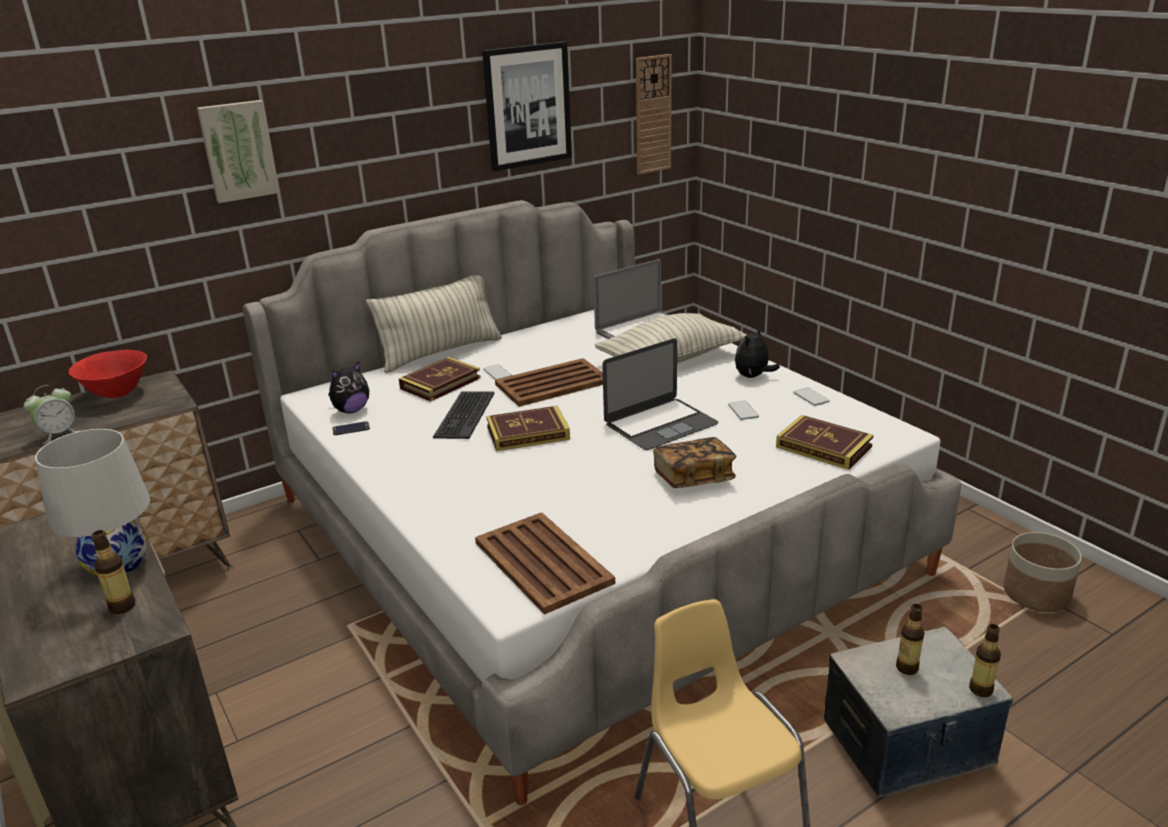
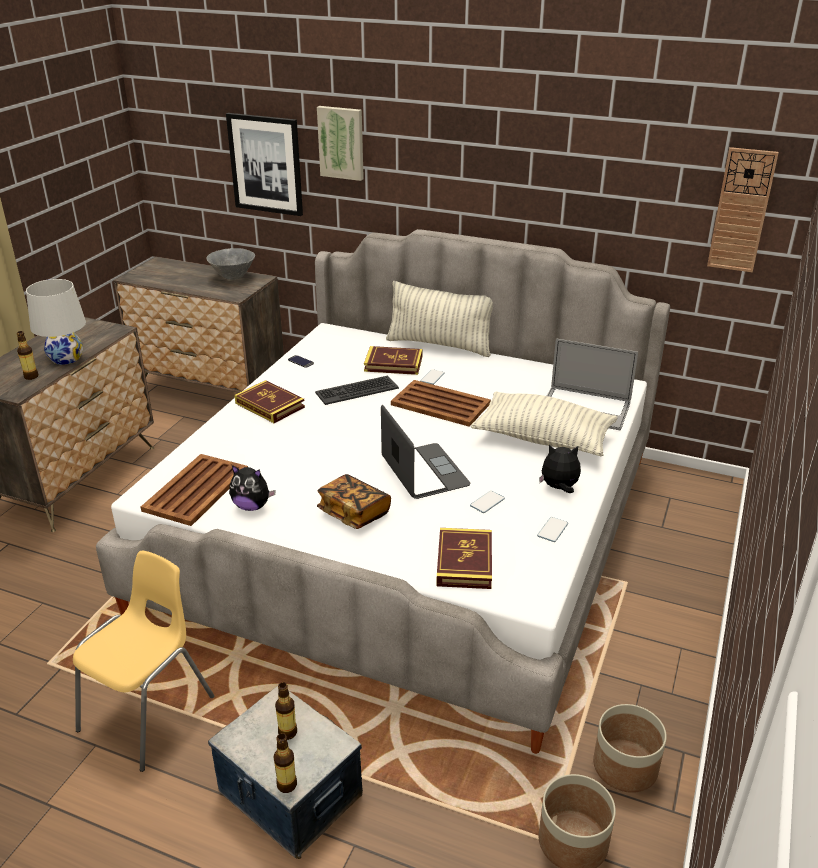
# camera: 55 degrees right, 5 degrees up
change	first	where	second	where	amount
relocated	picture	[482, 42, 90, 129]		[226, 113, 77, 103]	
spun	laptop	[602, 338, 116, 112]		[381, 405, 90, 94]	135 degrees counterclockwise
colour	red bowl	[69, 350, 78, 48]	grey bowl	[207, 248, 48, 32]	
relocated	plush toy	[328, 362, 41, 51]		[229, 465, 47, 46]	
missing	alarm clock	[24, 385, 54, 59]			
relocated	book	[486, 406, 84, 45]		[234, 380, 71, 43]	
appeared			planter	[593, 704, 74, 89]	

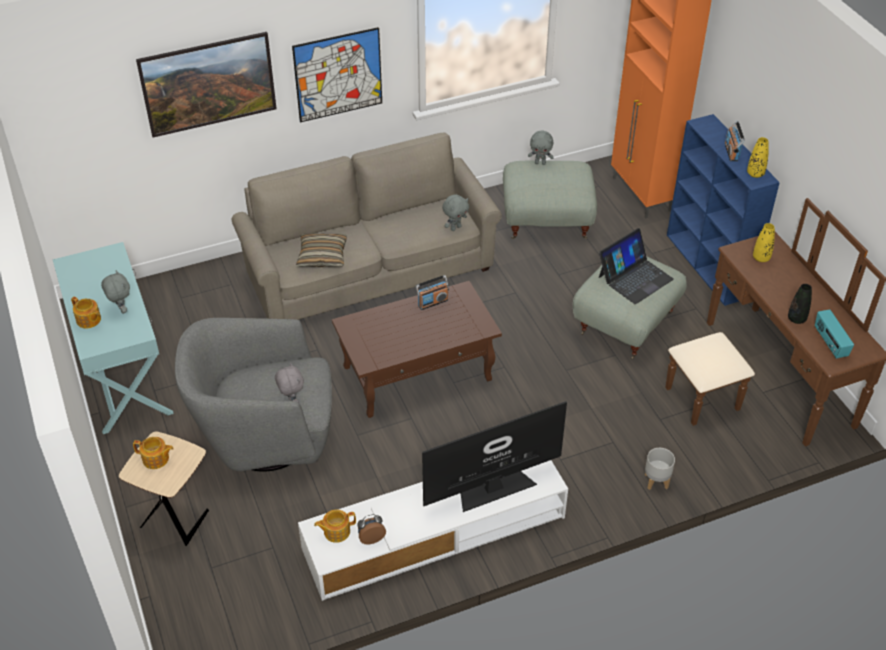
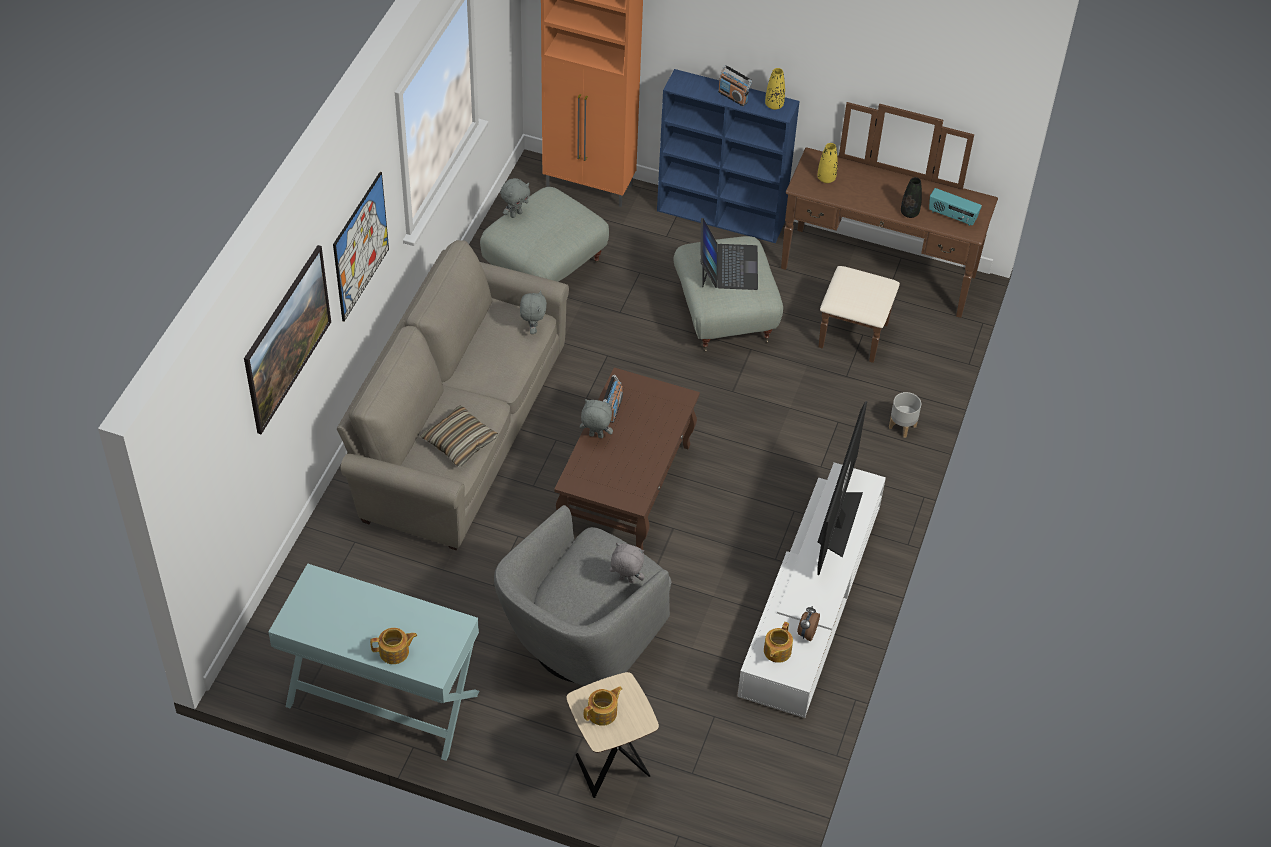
# camera: 50 degrees left, 5 degrees up
change	first	where	second	where	amount
relocated	grey plush toy	[101, 270, 29, 44]		[580, 399, 33, 39]	

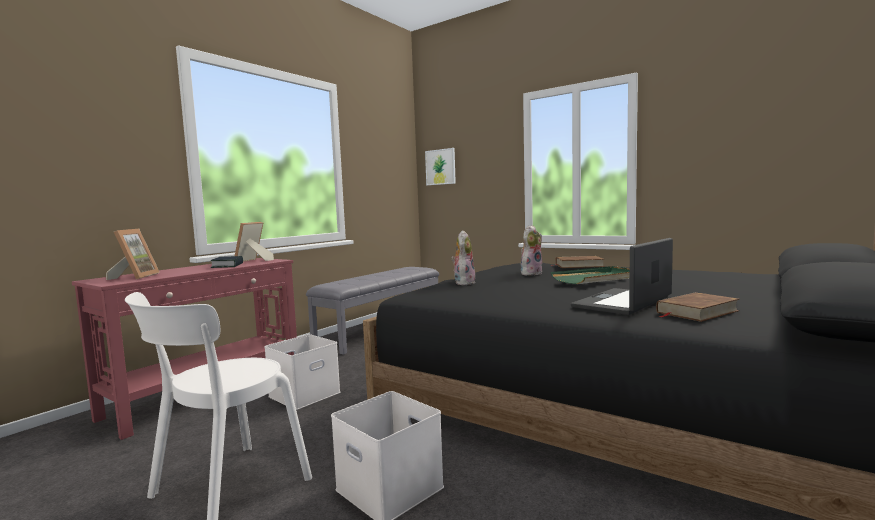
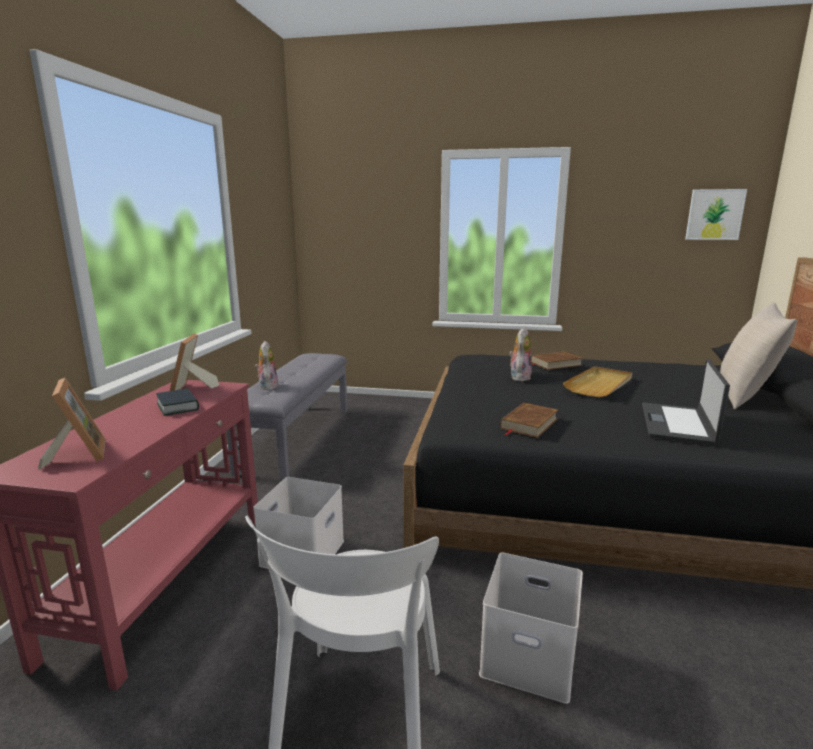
# camera: 25 degrees left, 10 degrees up
change	first	where	second	where	amount
relocated	picture	[425, 148, 31, 37]		[685, 189, 62, 51]	
relocated	plush toy	[451, 230, 24, 55]		[255, 341, 23, 49]	
colour	green tray	[551, 266, 79, 18]	beige tray	[563, 366, 69, 31]	
relocated	brown book	[656, 292, 83, 30]		[500, 403, 58, 35]	
appeared			beige pillow	[720, 303, 77, 107]	

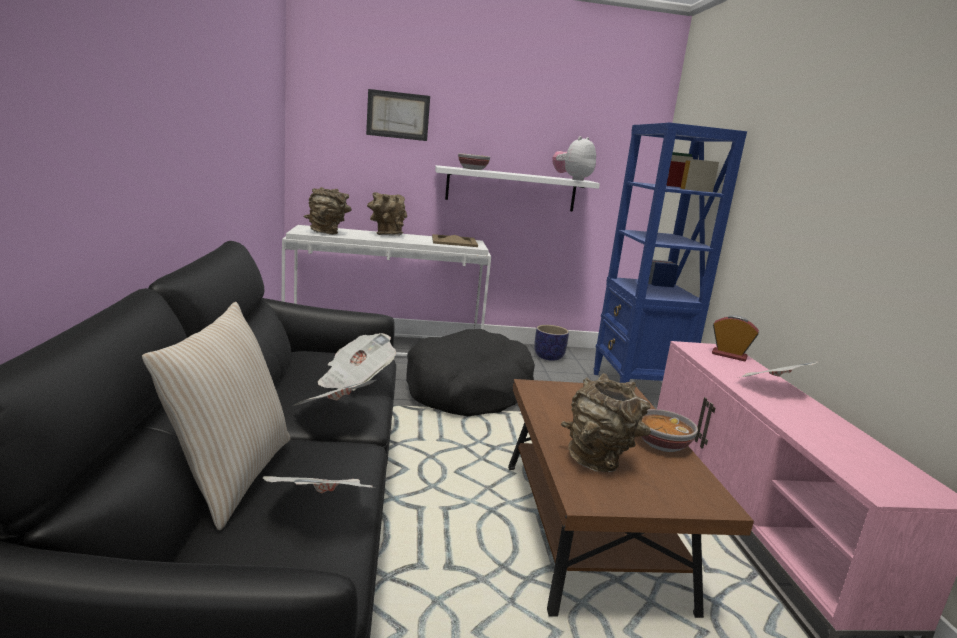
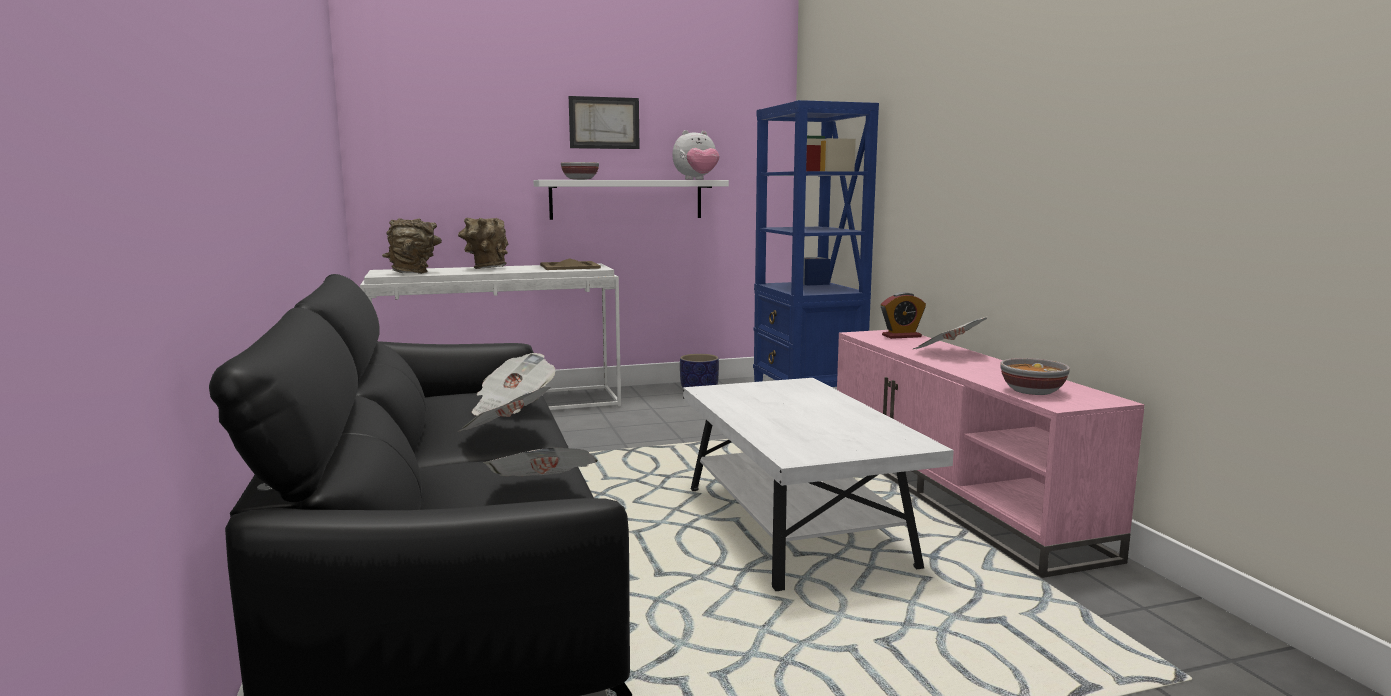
# camera: 10 degrees left, 5 degrees down
change	first	where	second	where	amount
relocated	picture	[366, 89, 64, 52]		[569, 96, 71, 53]	
spun	plush toy	[552, 136, 44, 45]		[672, 130, 48, 50]	135 degrees counterclockwise
missing	beige pillow	[142, 302, 148, 228]			
spun	alarm clock	[712, 315, 47, 46]		[881, 292, 45, 47]	150 degrees clockwise
missing	black dog bed	[406, 329, 129, 87]			
missing	brown vase	[561, 373, 90, 99]			
colour	brown coffee table	[508, 379, 246, 239]	white coffee table	[683, 378, 271, 213]	
relocated	bowl	[641, 409, 57, 43]		[1000, 358, 70, 37]	

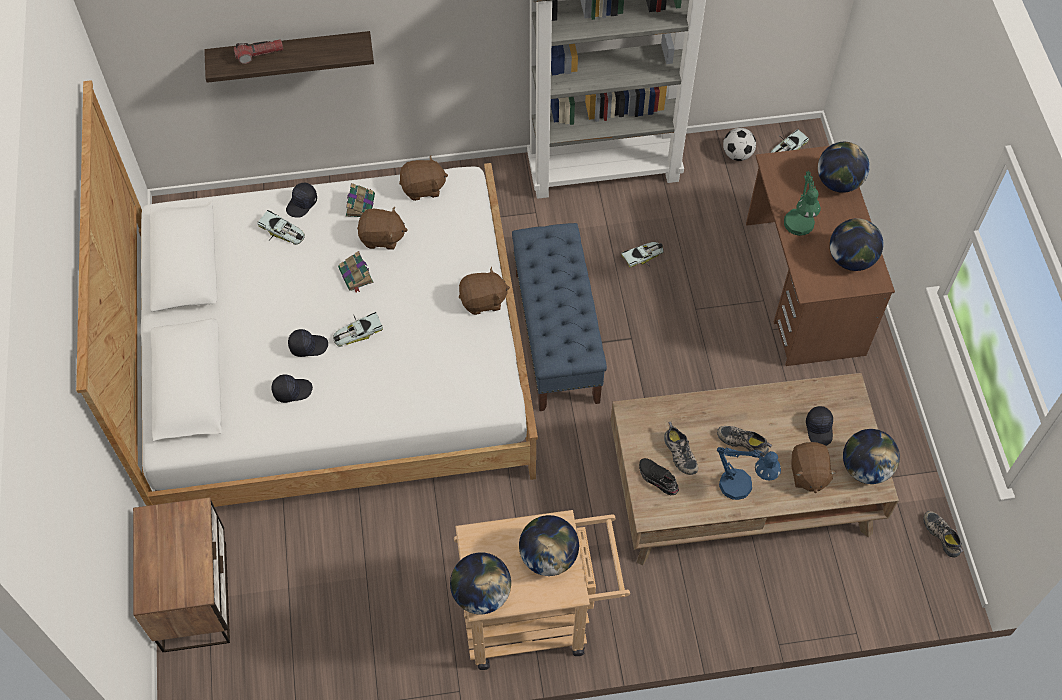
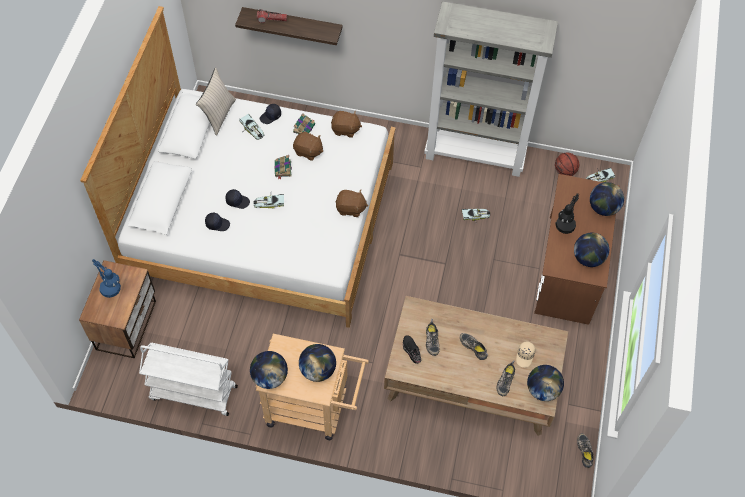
# camera: 20 degrees right, 0 degrees up
change	first	where	second	where	amount
exchanged	football	[723, 128, 33, 33]	basketball	[555, 153, 24, 23]	
colour	green table lamp	[784, 170, 37, 66]	black table lamp	[555, 193, 24, 41]	
missing	blue bench	[512, 223, 95, 188]			
colour	black cap	[806, 406, 27, 40]	beige cap	[516, 341, 19, 27]	
exchanged	brown plush toy	[791, 442, 46, 51]	shoe	[497, 360, 18, 36]	
relocated	blue table lamp	[717, 447, 64, 53]		[92, 259, 29, 39]	
appeared			beige pillow	[196, 67, 40, 69]	
appeared			white cart	[139, 342, 99, 74]	

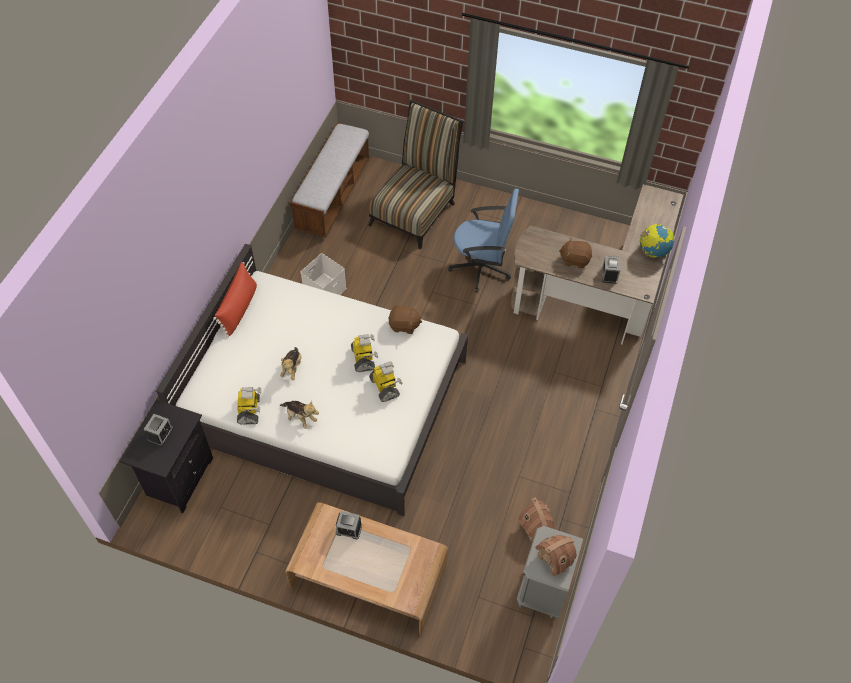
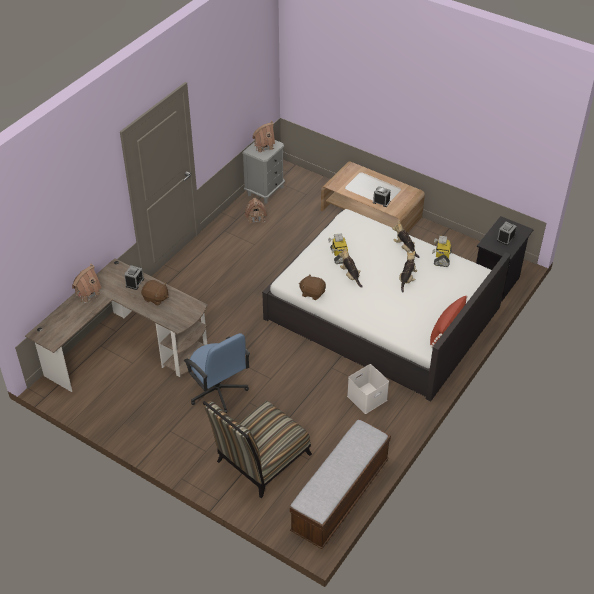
# camera: 165 degrees left, 10 degrees down
change	first	where	second	where	amount
spun	blue office chair	[448, 188, 71, 104]		[184, 333, 66, 80]	150 degrees counterclockwise
exchanged	globe	[640, 224, 35, 34]	toy house	[72, 264, 29, 39]	
exchanged	toy robot	[351, 334, 27, 38]	plush toy	[339, 248, 24, 40]	

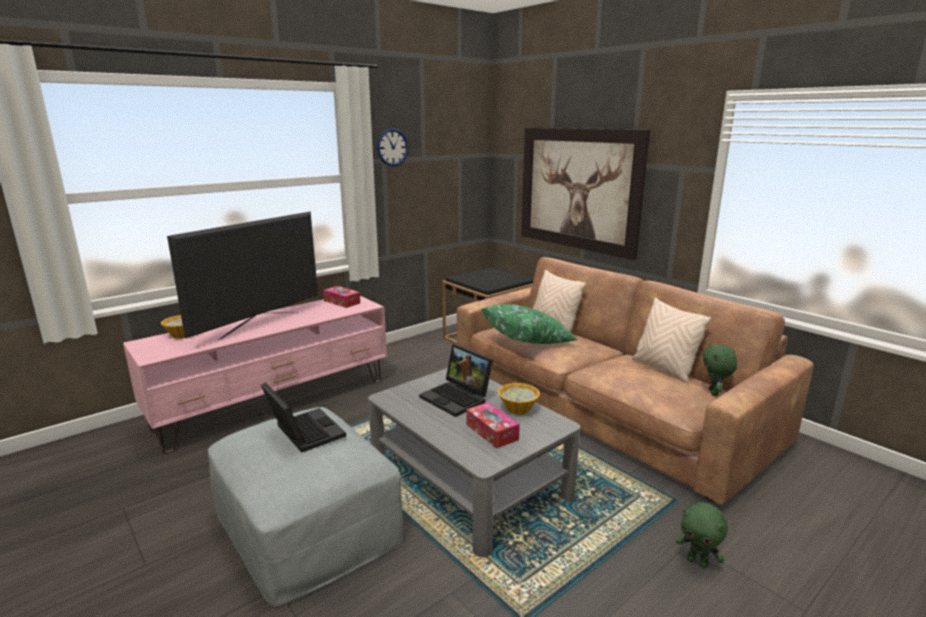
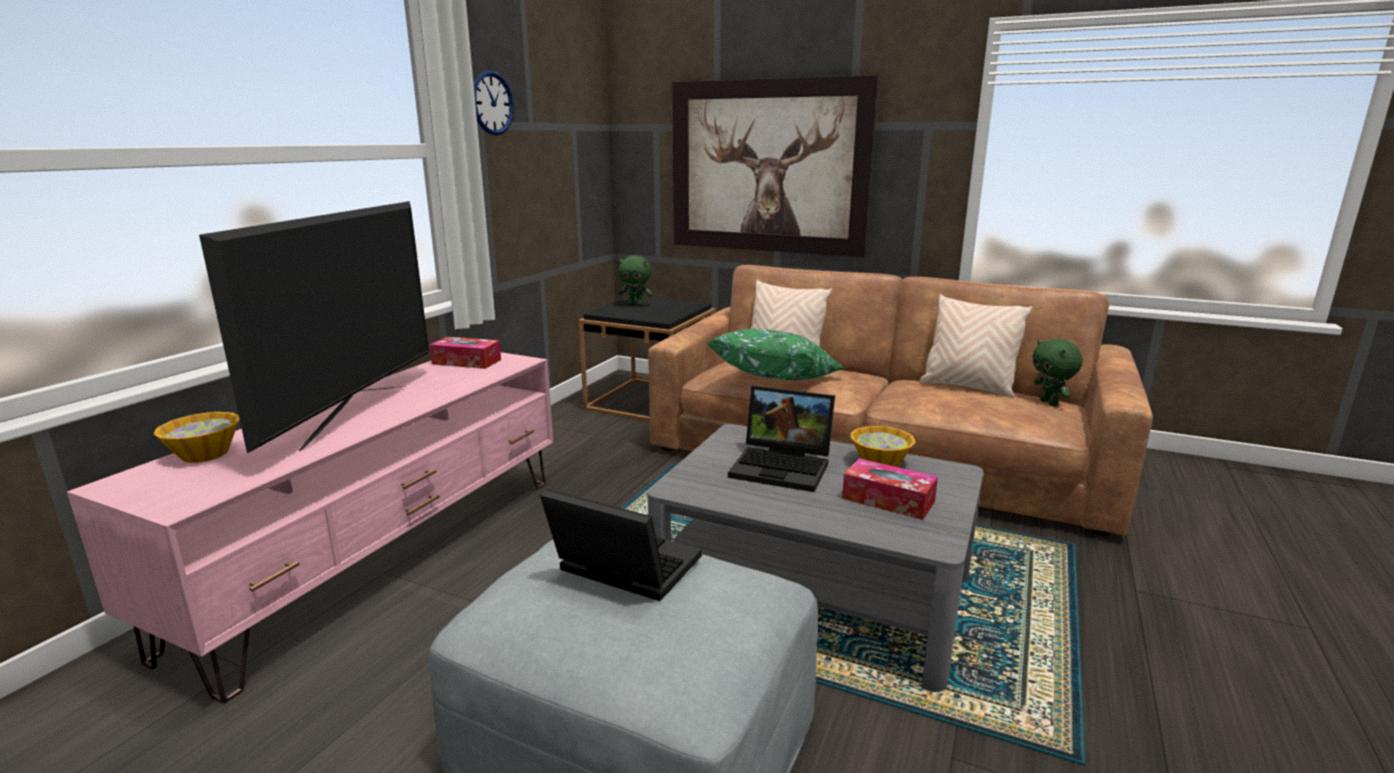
# camera: 25 degrees left, 0 degrees up
change	first	where	second	where	amount
relocated	green plush toy	[676, 502, 52, 66]		[618, 255, 35, 51]	

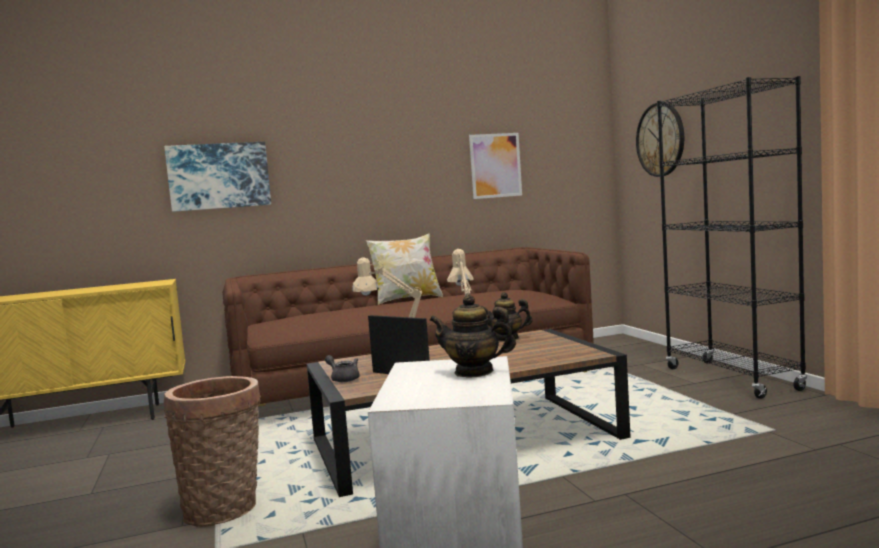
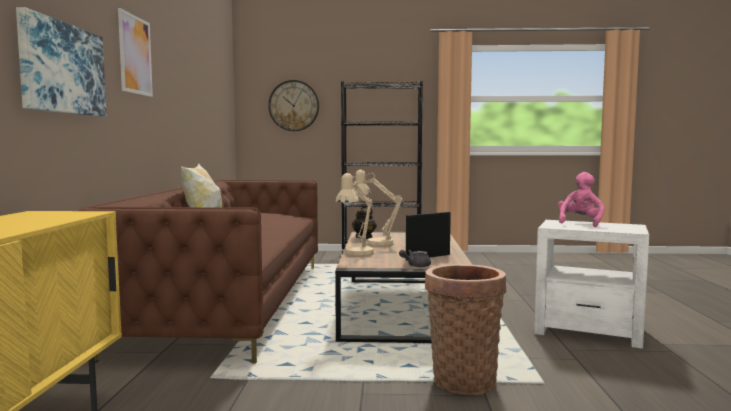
# camera: 70 degrees left, 0 degrees up
change	first	where	second	where	amount
relocated	picture	[469, 133, 53, 66]		[118, 8, 35, 89]	
exchanged	teapot	[429, 294, 87, 84]	pink plush toy	[558, 172, 46, 55]	

